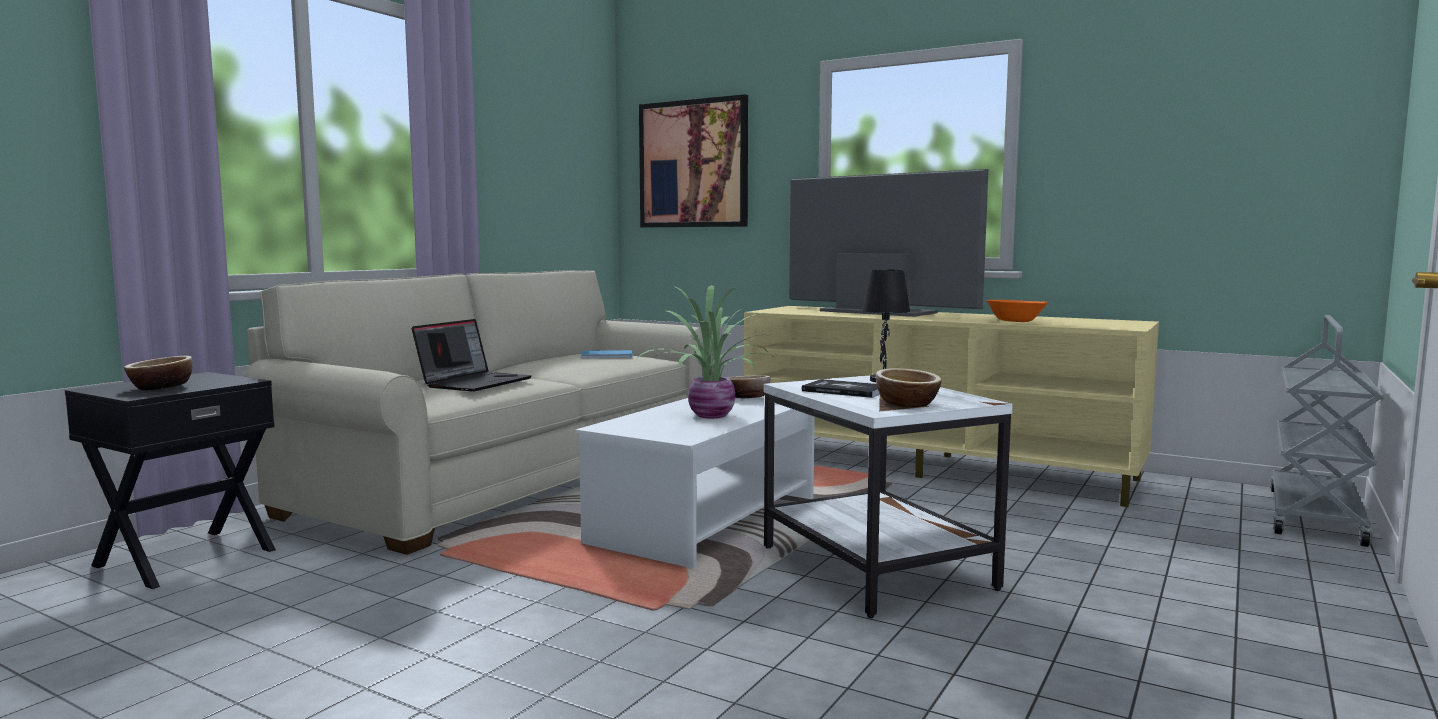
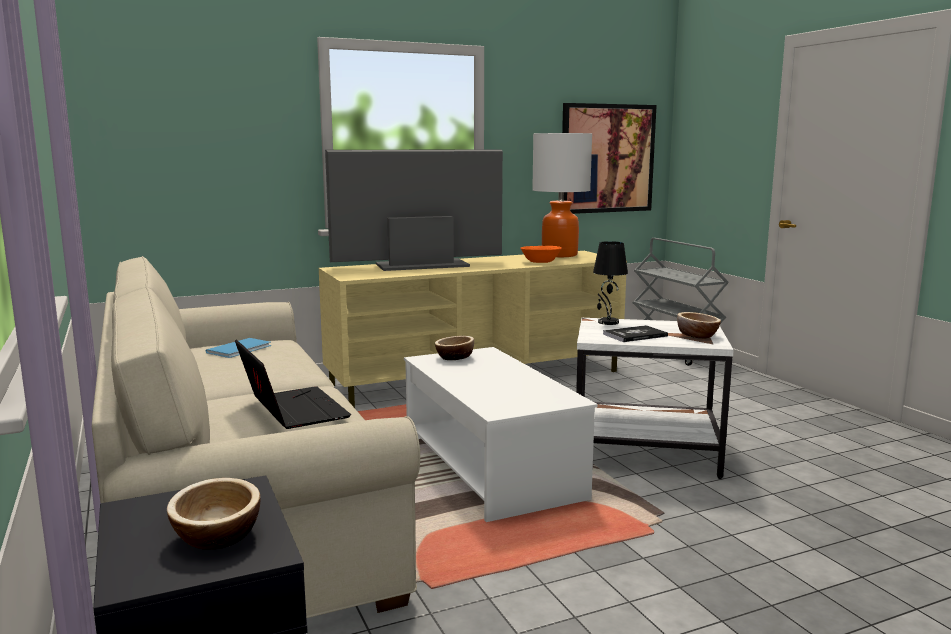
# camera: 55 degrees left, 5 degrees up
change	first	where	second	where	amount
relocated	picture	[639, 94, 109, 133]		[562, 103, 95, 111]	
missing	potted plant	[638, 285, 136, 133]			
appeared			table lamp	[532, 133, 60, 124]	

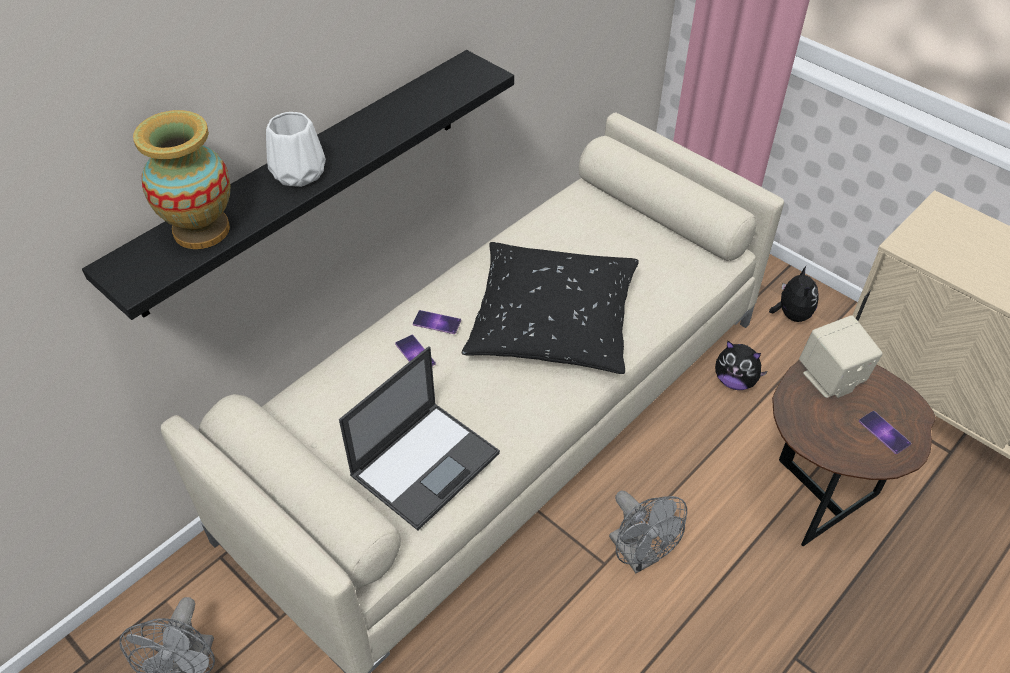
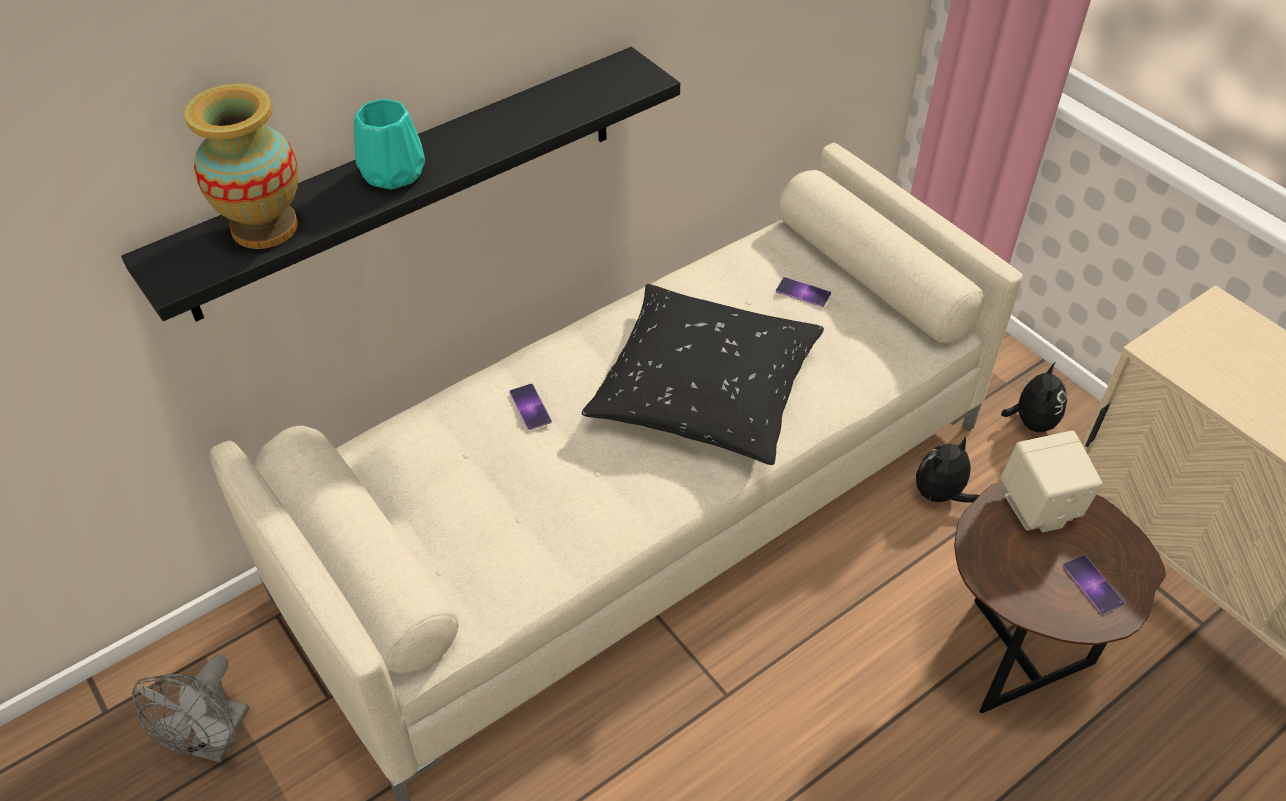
# camera: 10 degrees right, 0 degrees up
change	first	where	second	where	amount
colour	white vase	[266, 112, 60, 75]	turquoise vase	[354, 99, 71, 91]	
relocated	phone	[413, 310, 48, 24]		[776, 277, 55, 30]	
spun	plush toy	[715, 341, 53, 49]		[916, 436, 63, 73]	105 degrees clockwise
missing	laptop	[339, 346, 161, 184]			
missing	grey fan	[609, 491, 78, 82]			

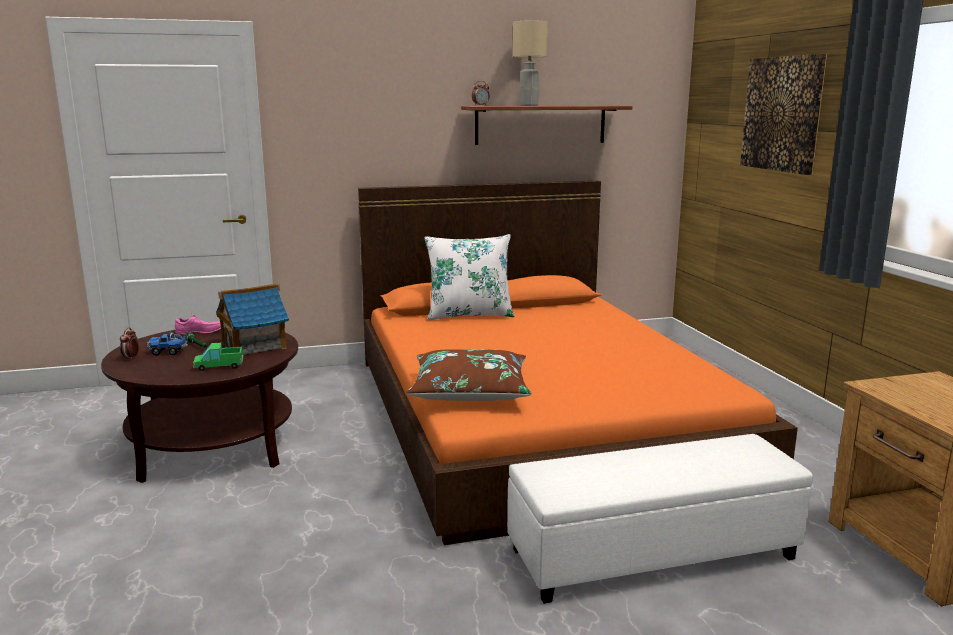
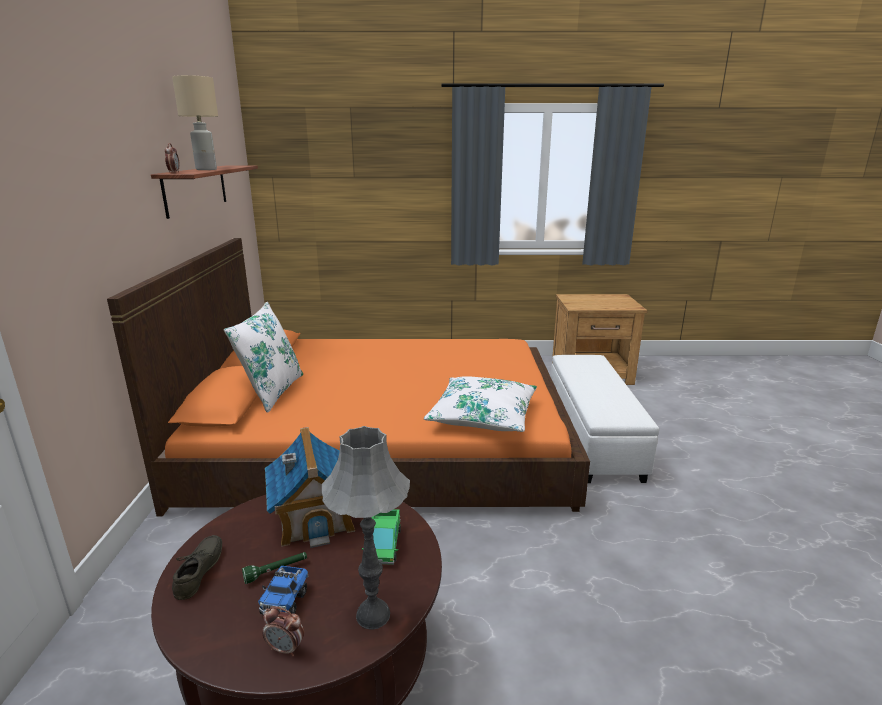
# camera: 75 degrees left, 5 degrees up
change	first	where	second	where	amount
missing	picture	[740, 54, 87, 121]			
colour	pink shoe	[175, 312, 46, 23]	grey shoe	[172, 535, 50, 65]	
colour	brown pillow	[406, 349, 126, 52]	white pillow	[424, 376, 113, 56]	
appeared			grey table lamp	[322, 426, 88, 203]	

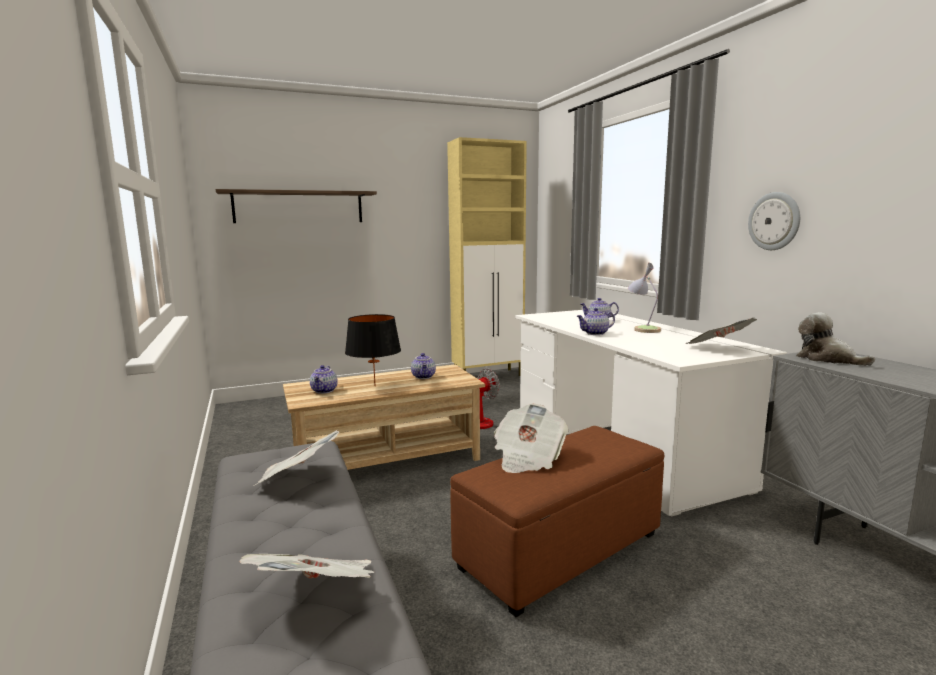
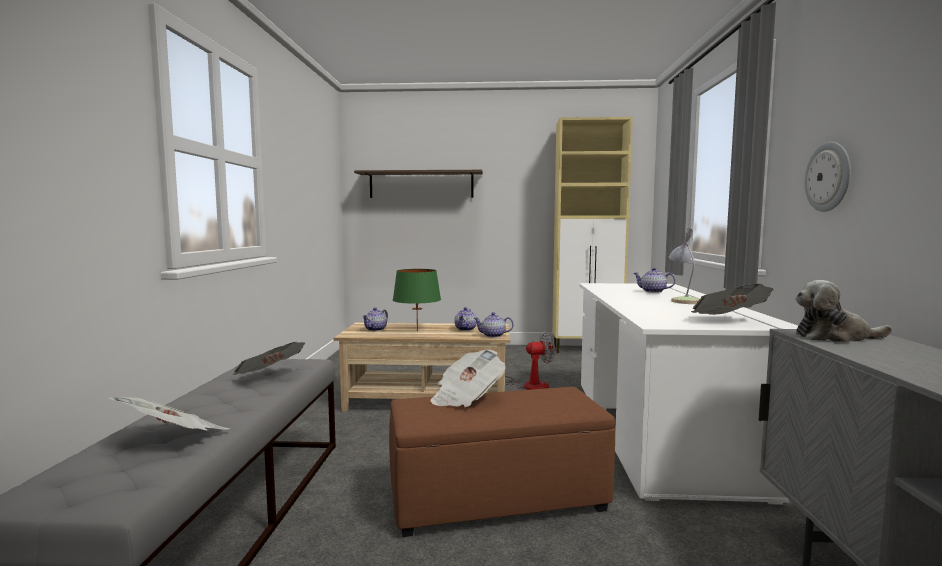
# camera: 25 degrees right, 5 degrees down
change	first	where	second	where	amount
relocated	teapot	[577, 308, 38, 27]		[473, 312, 41, 26]	
spun	plush toy	[796, 312, 79, 54]		[795, 280, 97, 63]	75 degrees counterclockwise
colour	black table lamp	[345, 314, 56, 71]	green table lamp	[393, 269, 48, 62]	

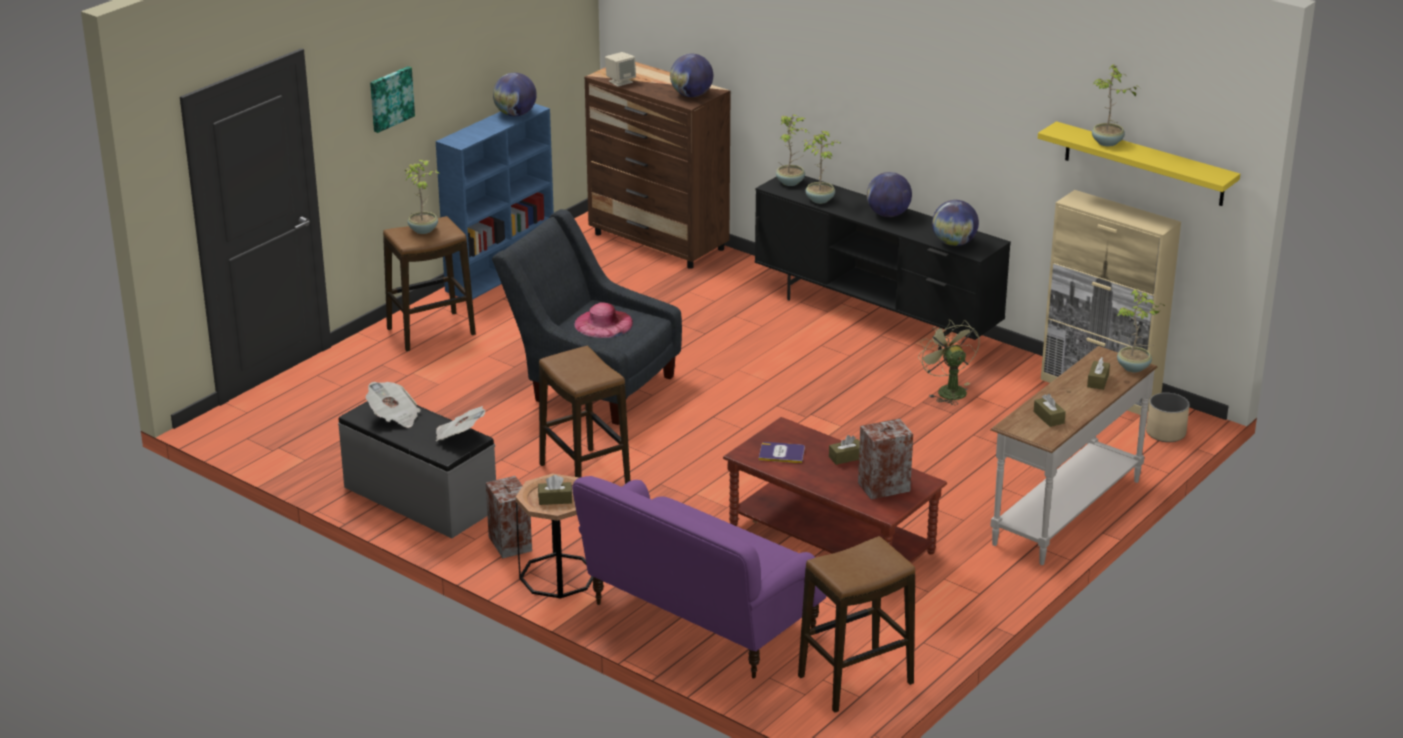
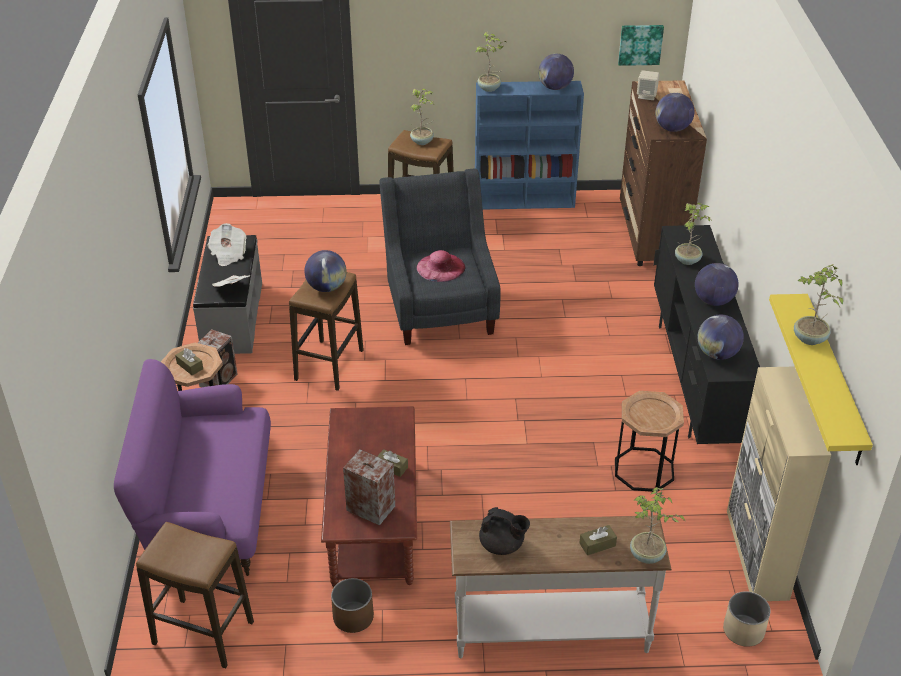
# camera: 50 degrees right, 10 degrees up
change	first	where	second	where	amount
relocated	picture	[370, 66, 45, 67]		[618, 25, 46, 41]	
relocated	potted plant	[776, 114, 33, 72]		[475, 32, 31, 60]	
exchanged	green fan	[918, 320, 61, 85]	brown side table	[615, 391, 69, 101]	
exchanged	brown tissue box	[1034, 394, 32, 33]	black teapot	[479, 507, 51, 48]	
missing	book	[759, 442, 46, 21]			
appeared			globe	[304, 250, 43, 42]	
appeared			brown planter	[331, 578, 43, 55]	

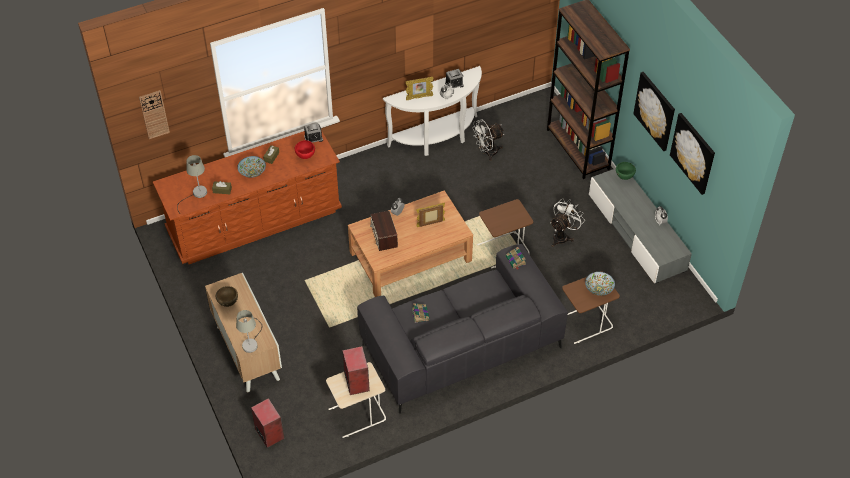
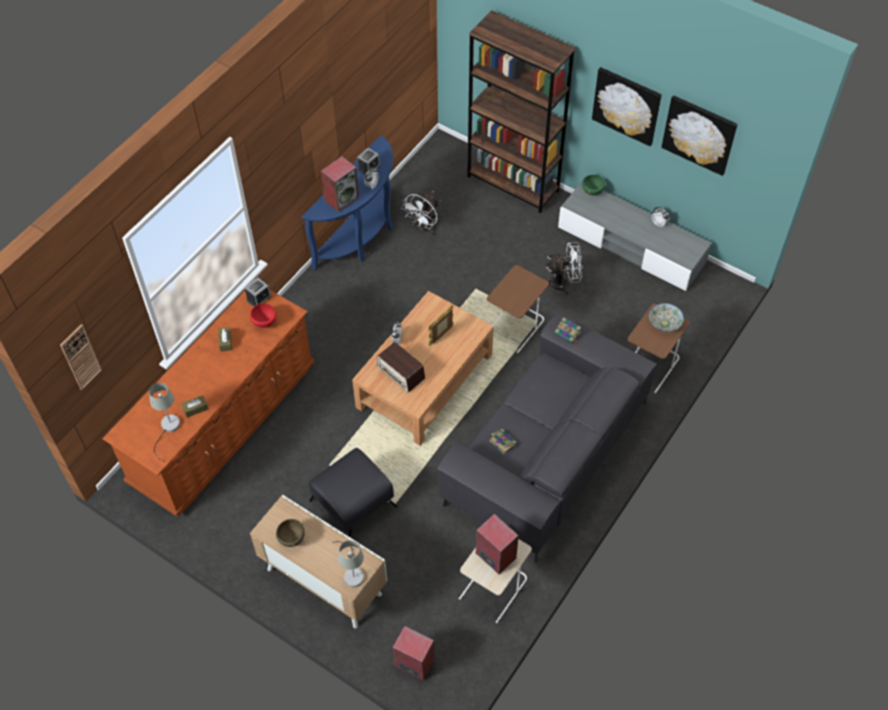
# camera: 30 degrees left, 5 degrees up
change	first	where	second	where	amount
colour	white console table	[383, 66, 99, 90]	blue console table	[302, 135, 91, 135]	
exchanged	picture frame	[406, 77, 27, 23]	speaker	[321, 156, 38, 56]	
missing	bowl	[237, 156, 29, 22]			
spun	white fan	[550, 198, 35, 49]		[546, 242, 37, 52]	75 degrees clockwise
appeared			black ottoman	[309, 448, 88, 89]	

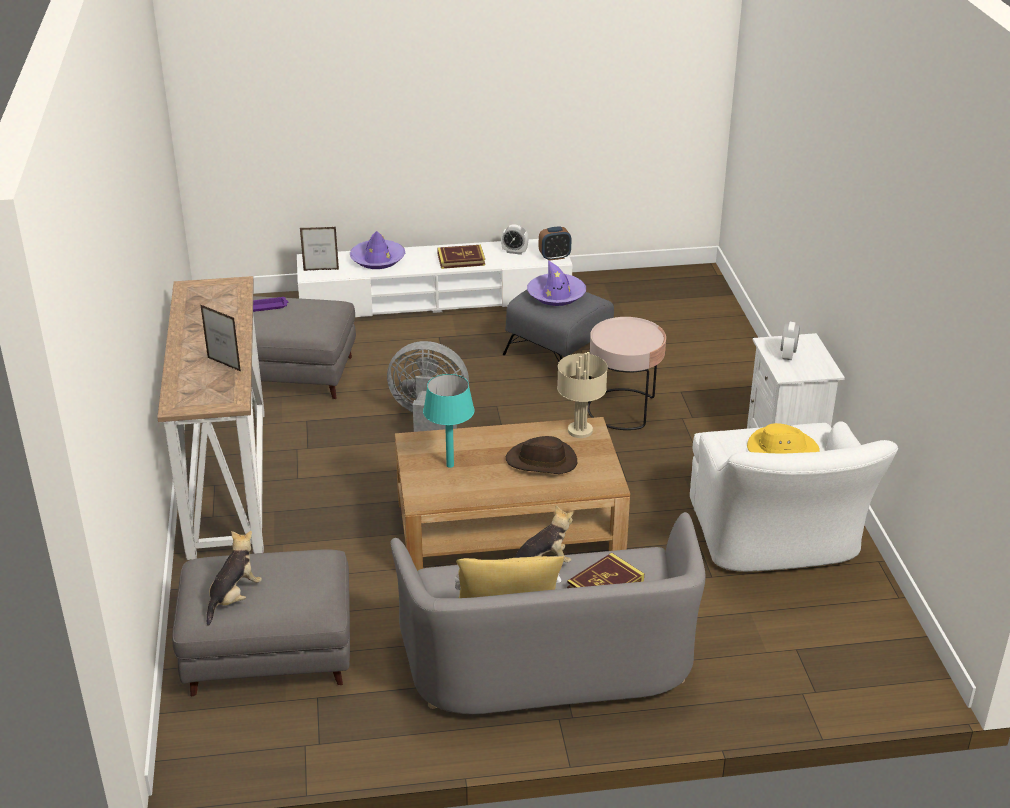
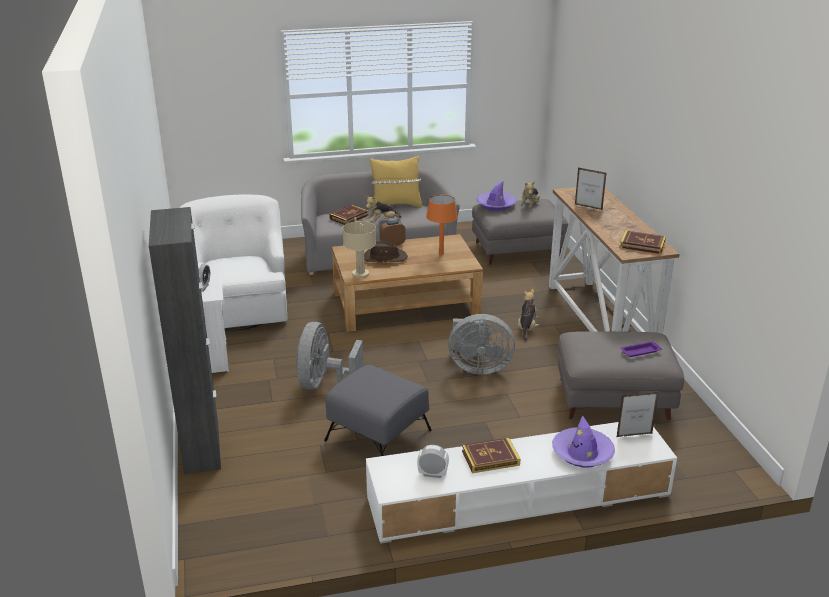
# camera: 175 degrees right, 5 degrees down
change	first	where	second	where	amount
relocated	alarm clock	[539, 227, 32, 34]		[380, 220, 26, 26]	
relocated	purple hat	[527, 260, 59, 46]		[477, 181, 40, 30]	
exchanged	pink side table	[588, 317, 78, 113]	grey fan	[296, 322, 67, 68]	
colour	turquoise table lamp	[423, 374, 51, 94]	orange table lamp	[426, 195, 32, 60]	
missing	yellow hat	[747, 423, 73, 30]			
appeared			black cabinet	[149, 207, 72, 267]	
appeared			book	[620, 230, 46, 24]	
appeared			plush toy	[518, 289, 21, 52]	

